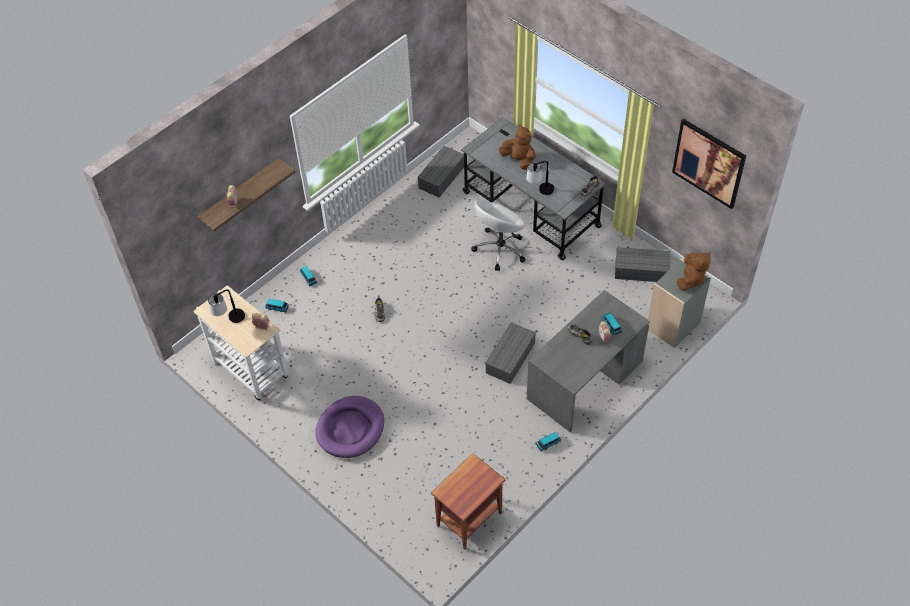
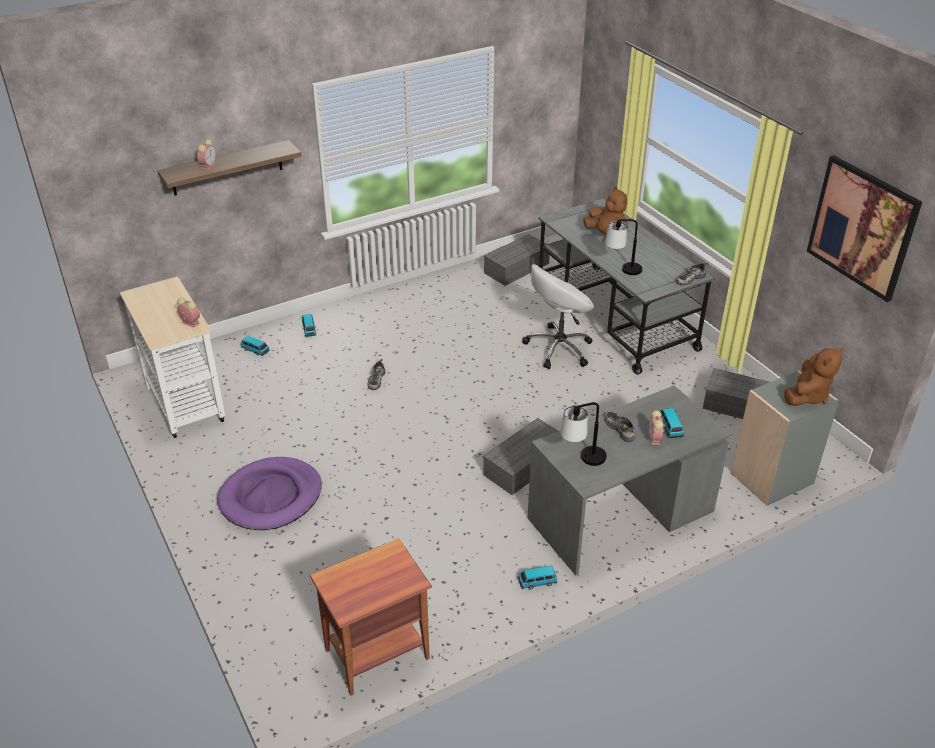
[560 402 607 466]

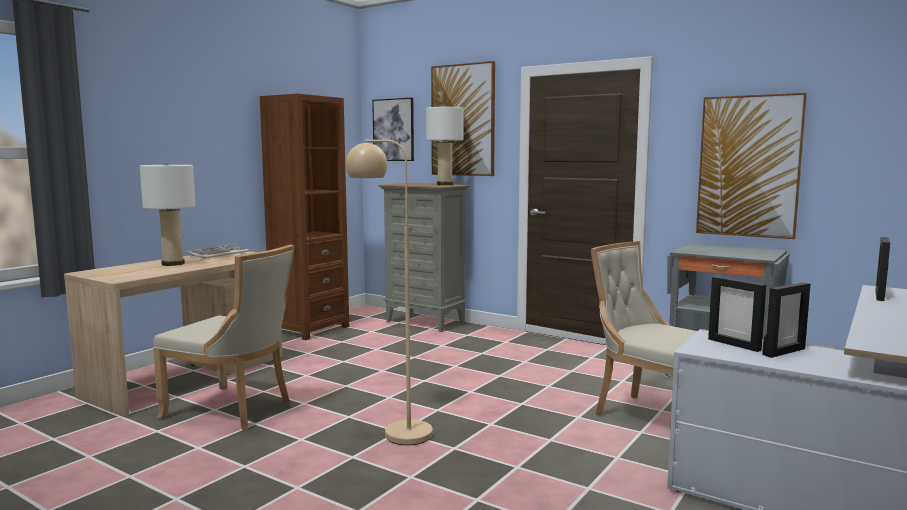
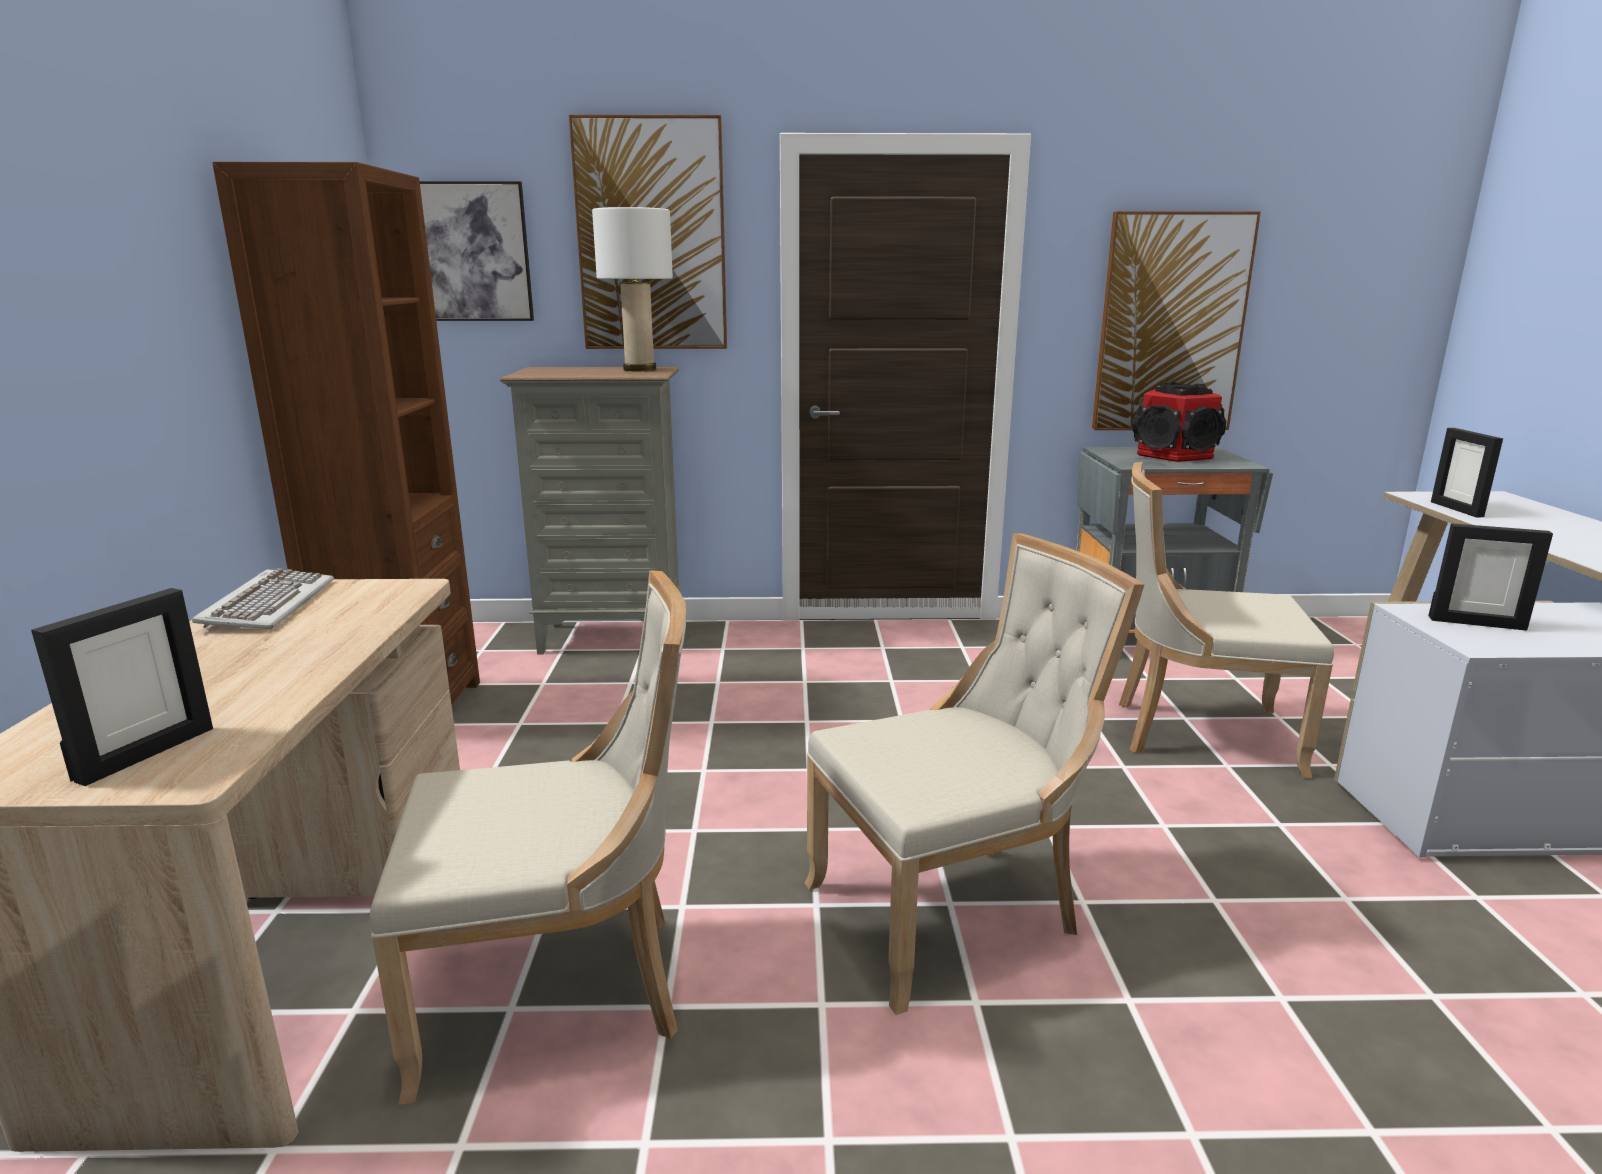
[140 164 195 266] (first image)
[1132 382 1226 462]
[31 588 213 786]
[805 533 1144 1015]

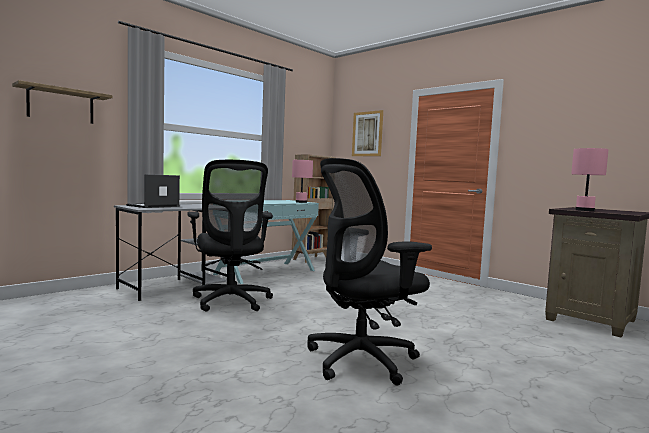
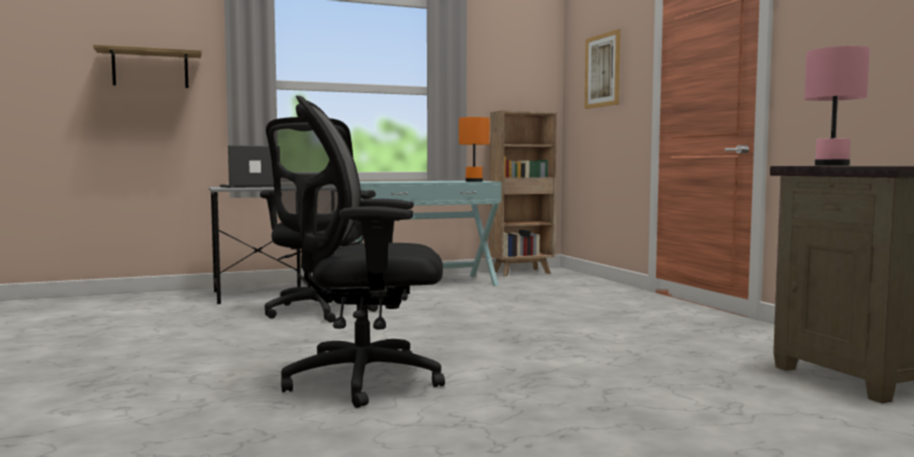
[459 117 490 182]

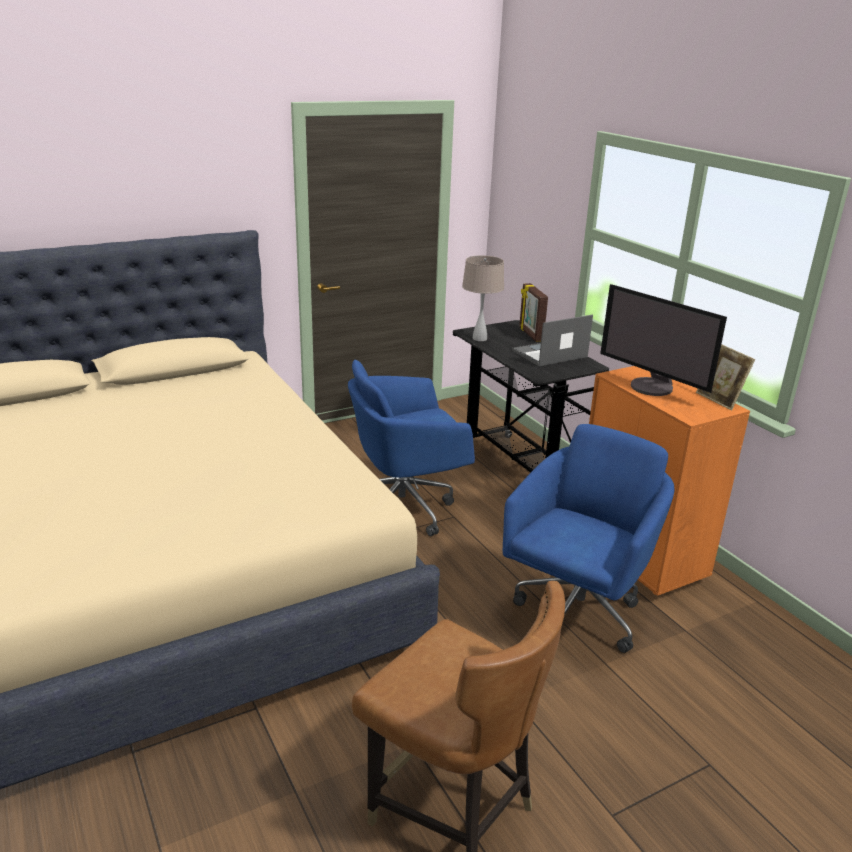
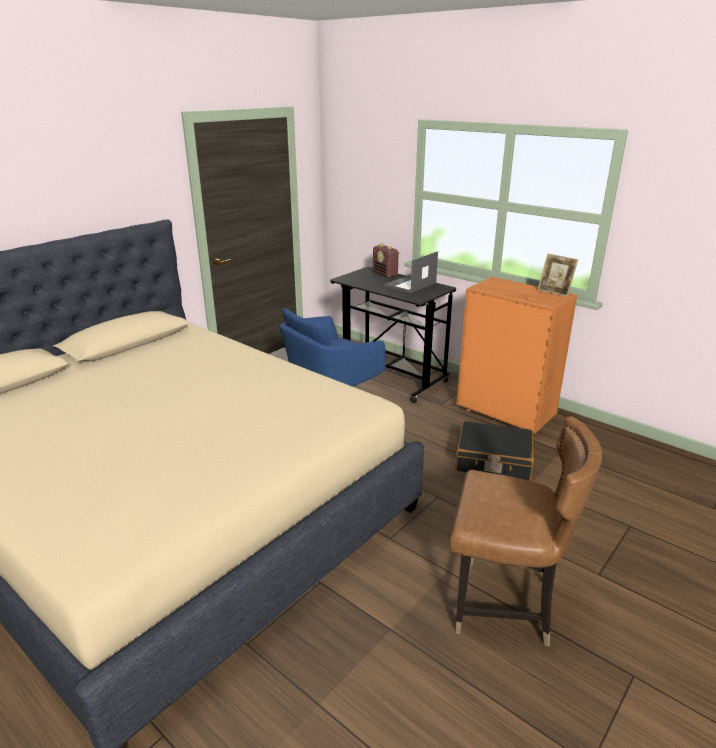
[462 255 504 341] (first image)
[600 284 727 396] (first image)
[455 421 534 481]
[373 244 400 278]

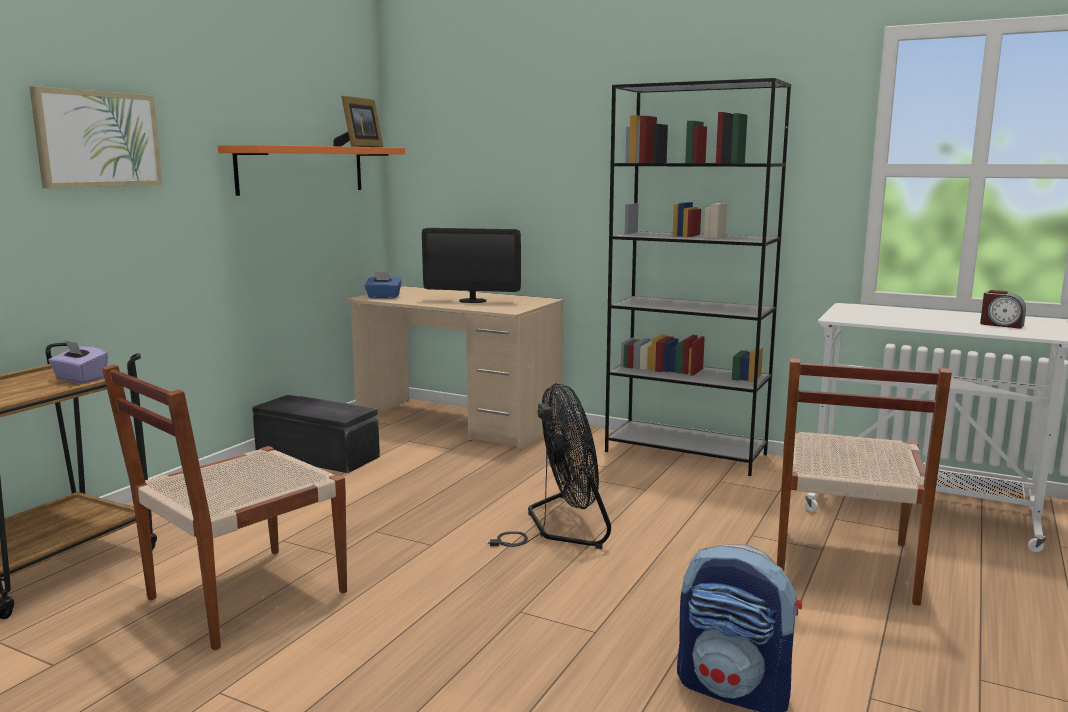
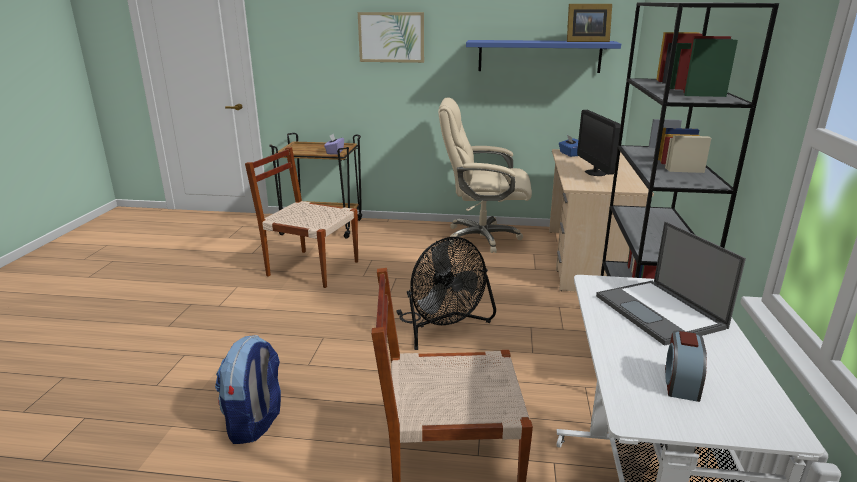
[596 221 746 346]
[438 97 532 253]
[466 40 621 73]

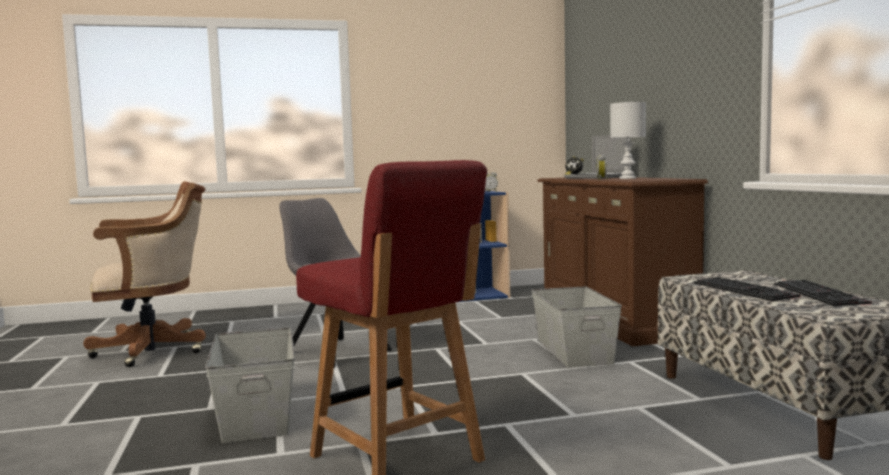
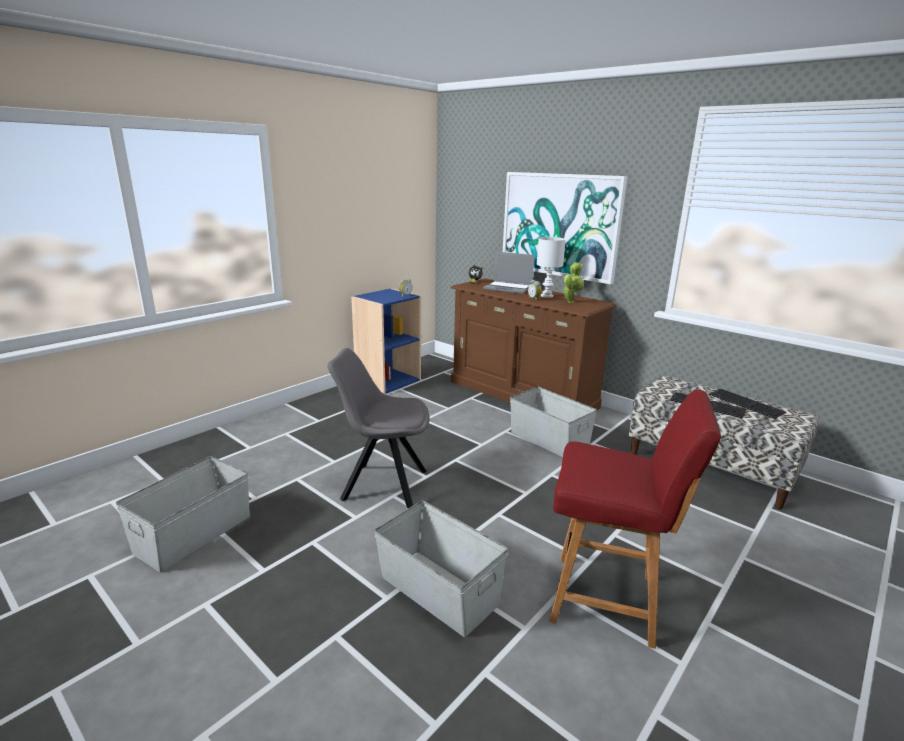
[503 172 628 284]
[563 262 584 303]
[116 456 250 572]

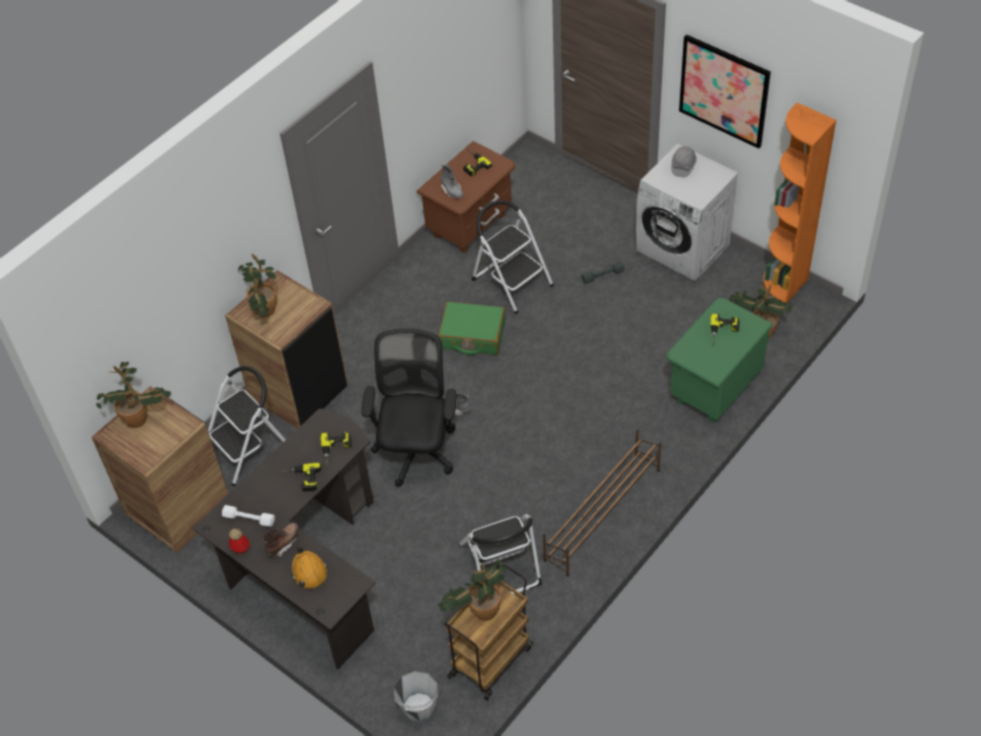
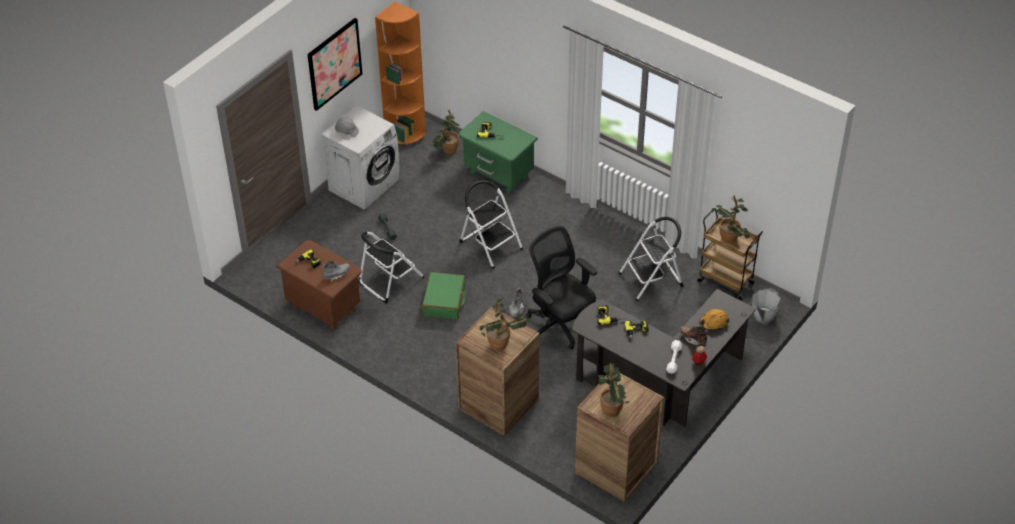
[543 429 661 576] (first image)
[459 180 523 269]
[526 226 597 350]

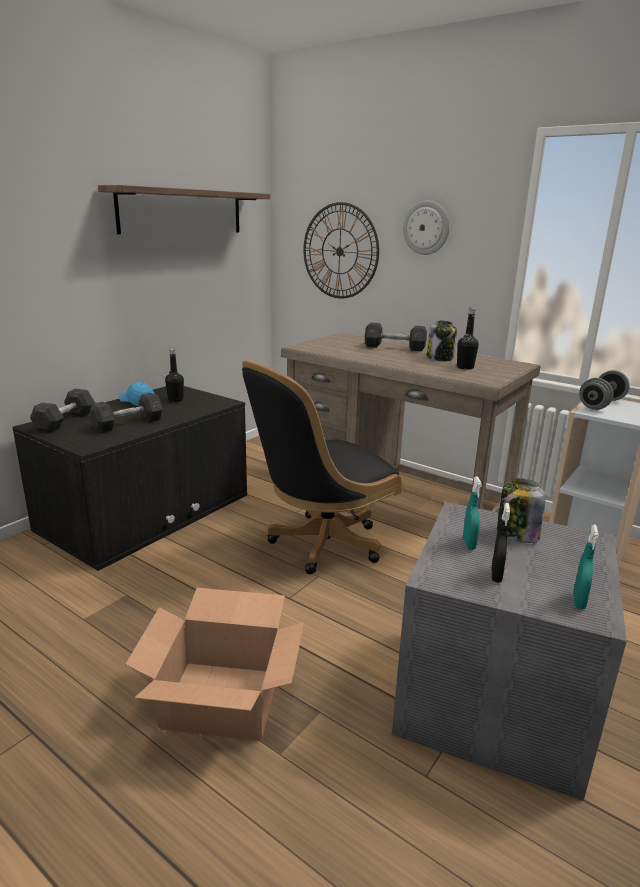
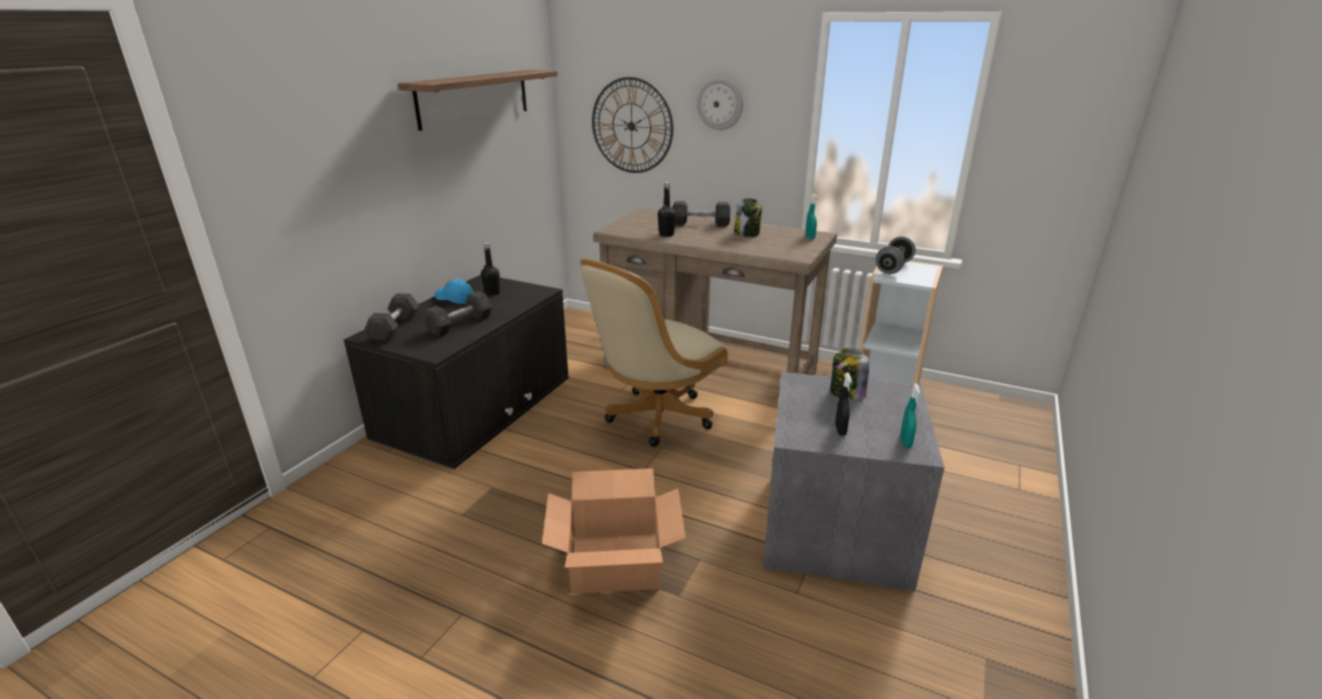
[658 182 676 237]
[805 194 818 239]
[580 258 728 447]

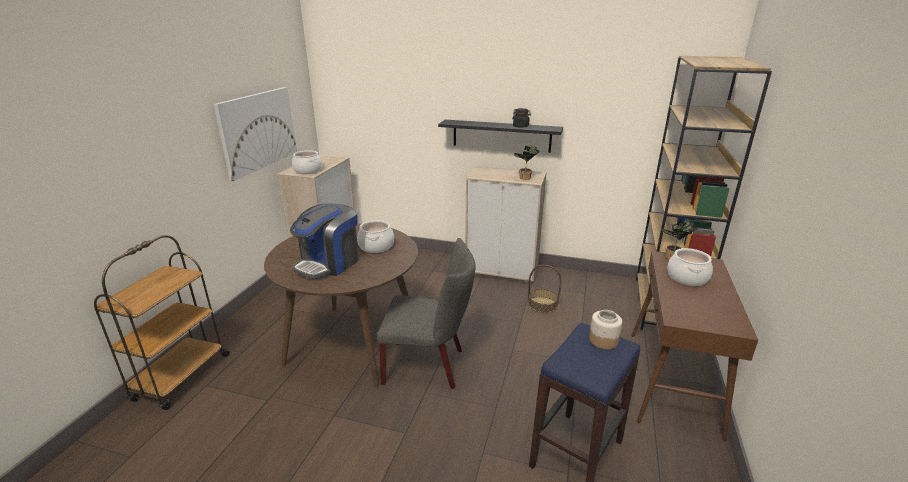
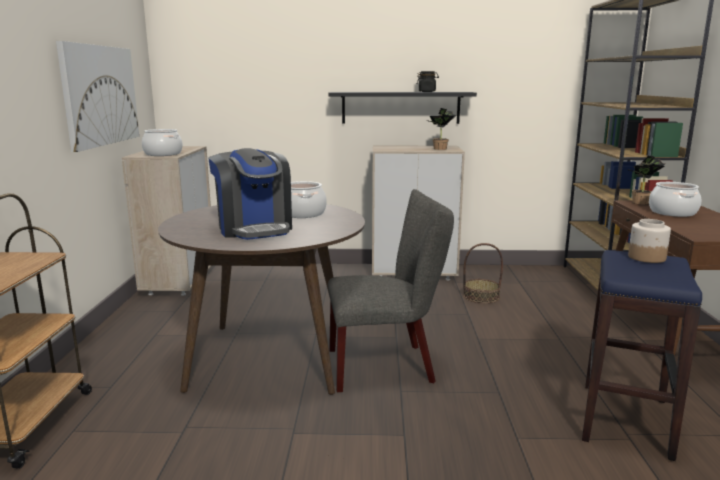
[208 148 292 240]

